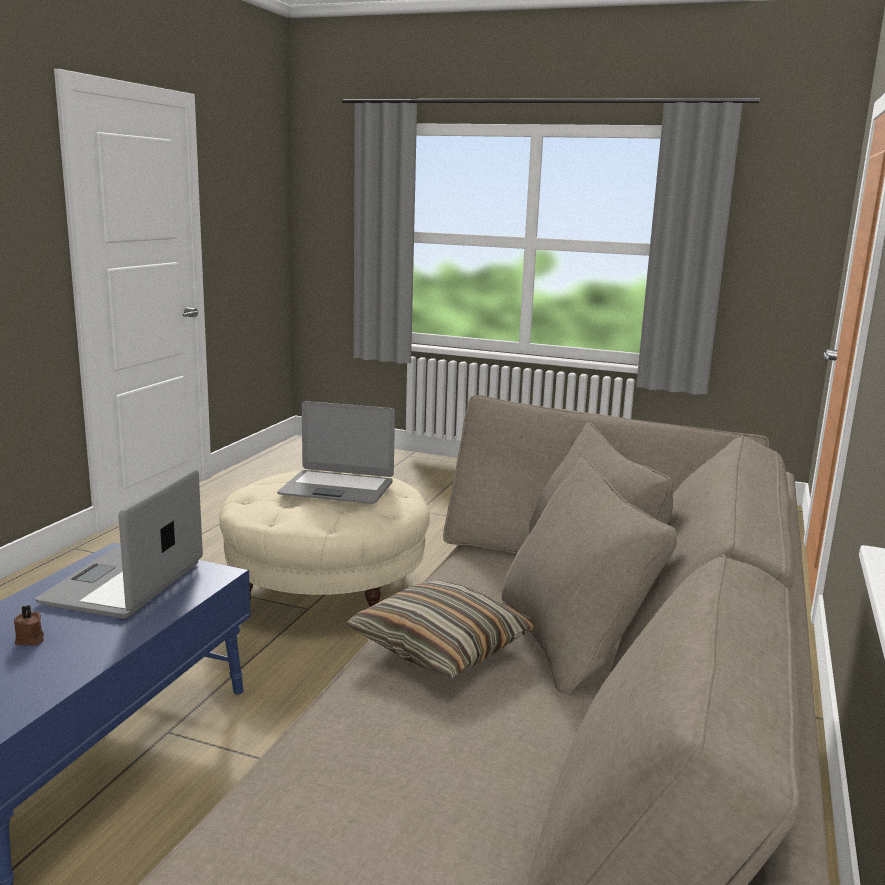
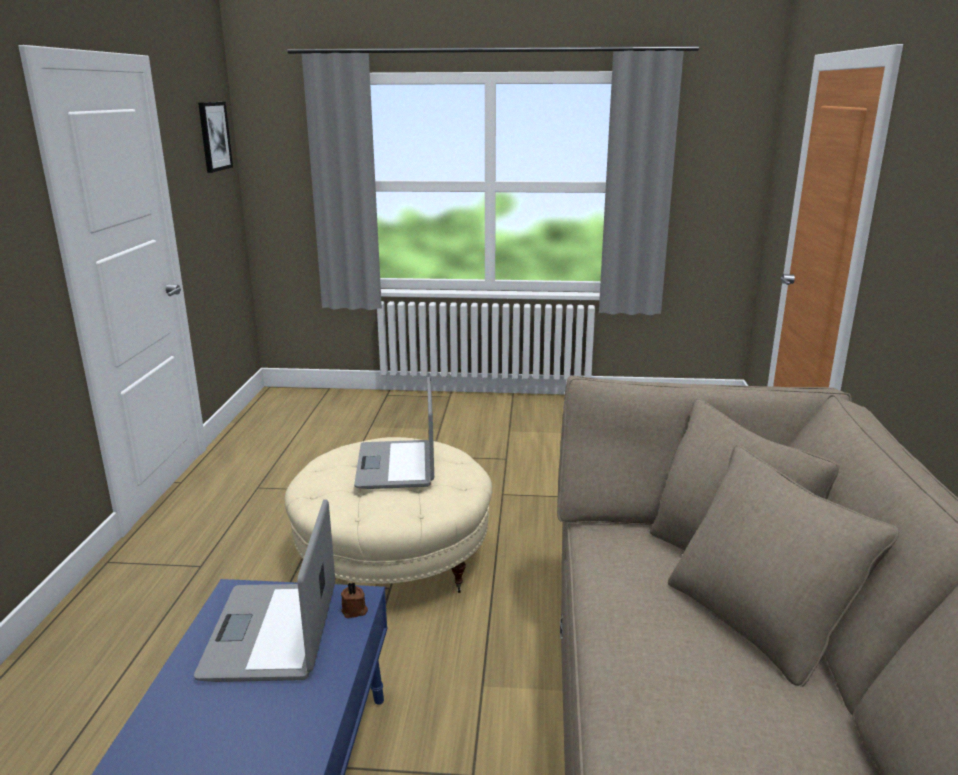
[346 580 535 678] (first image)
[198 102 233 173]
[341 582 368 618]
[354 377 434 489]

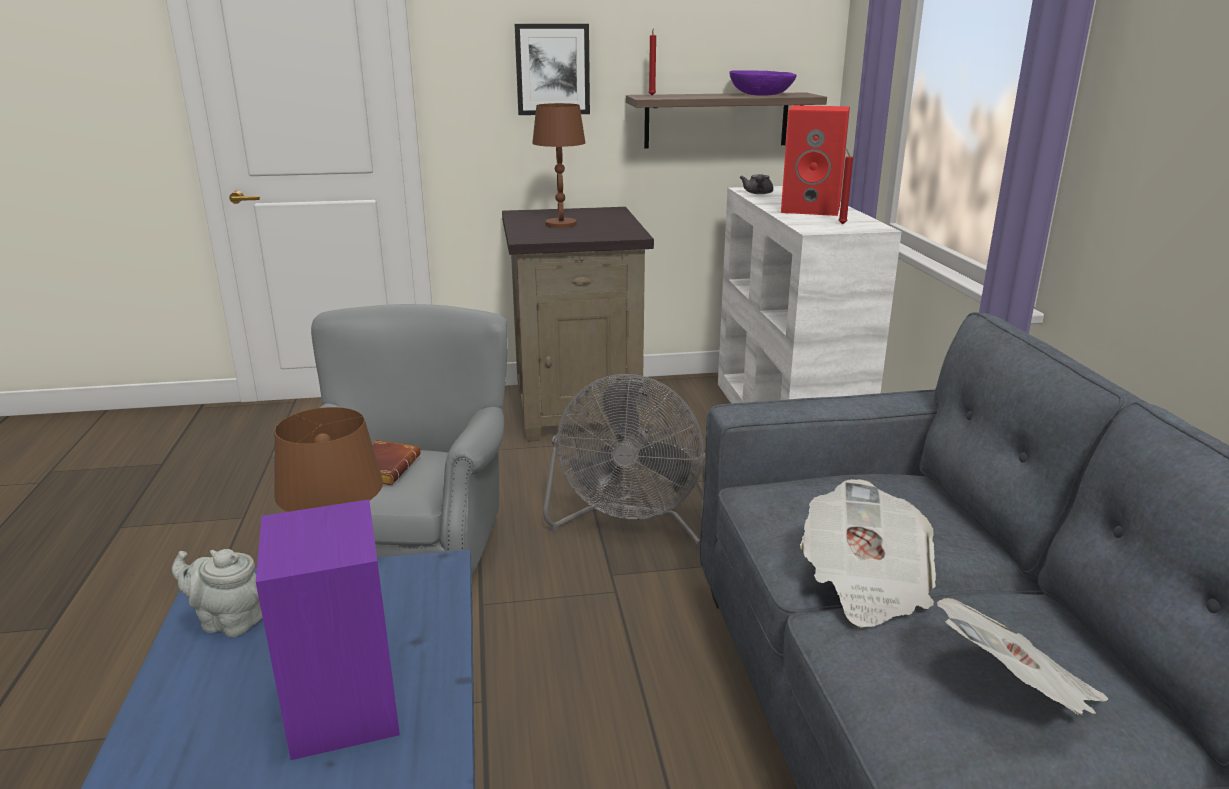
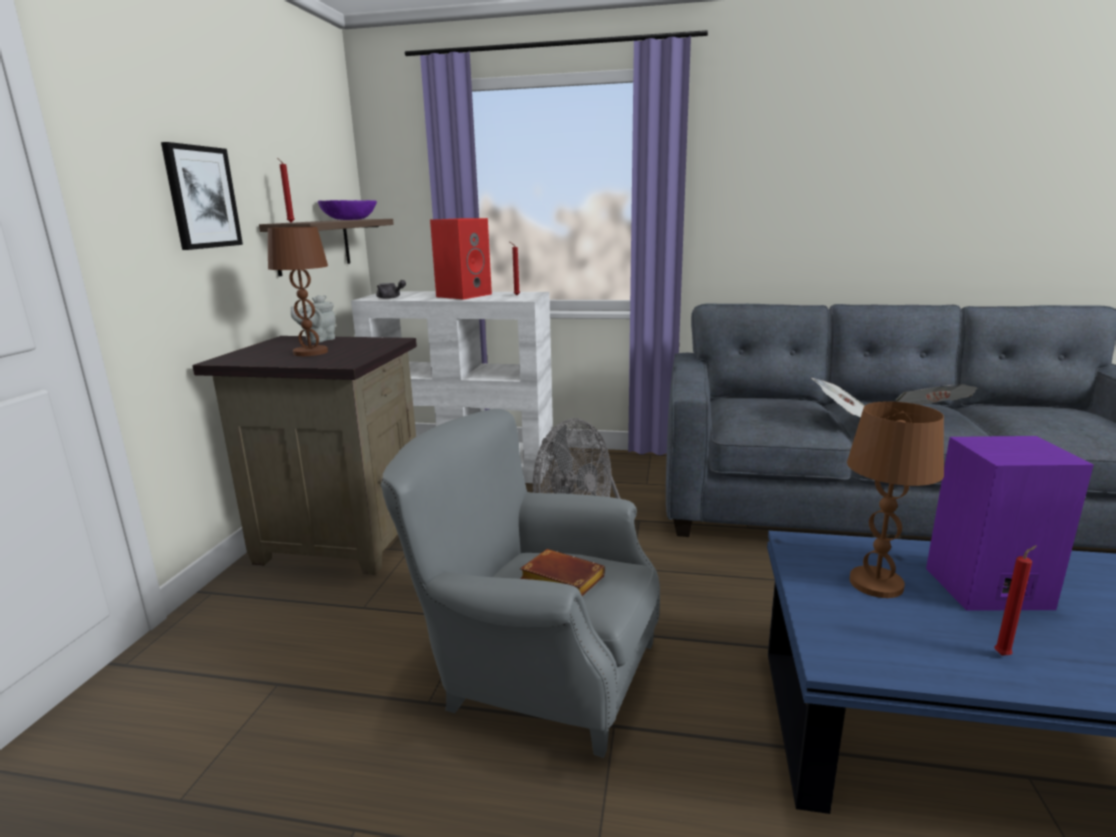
[994 545 1037 656]
[291 295 336 343]

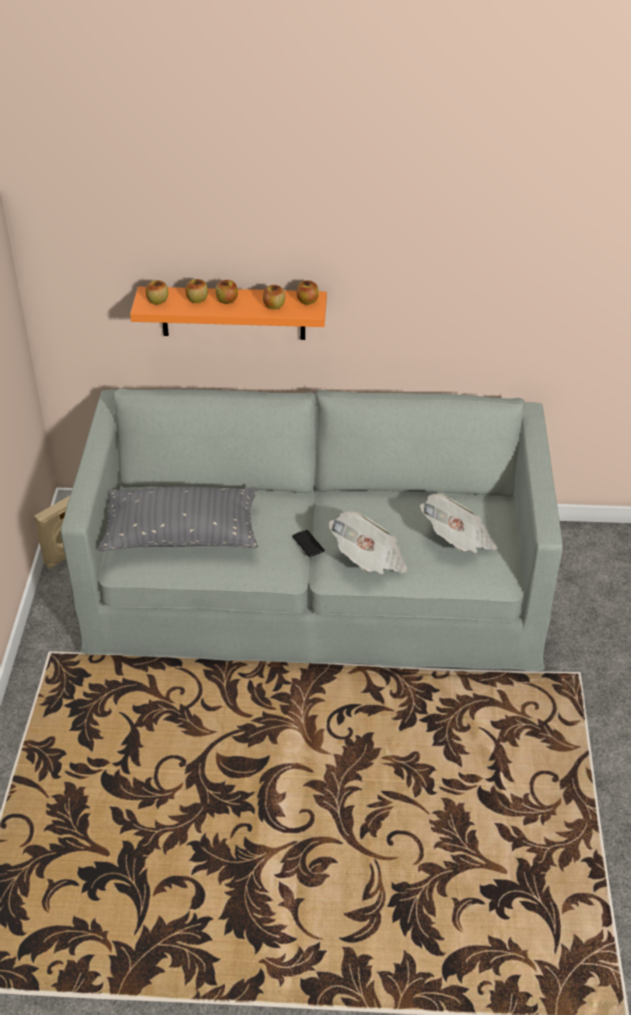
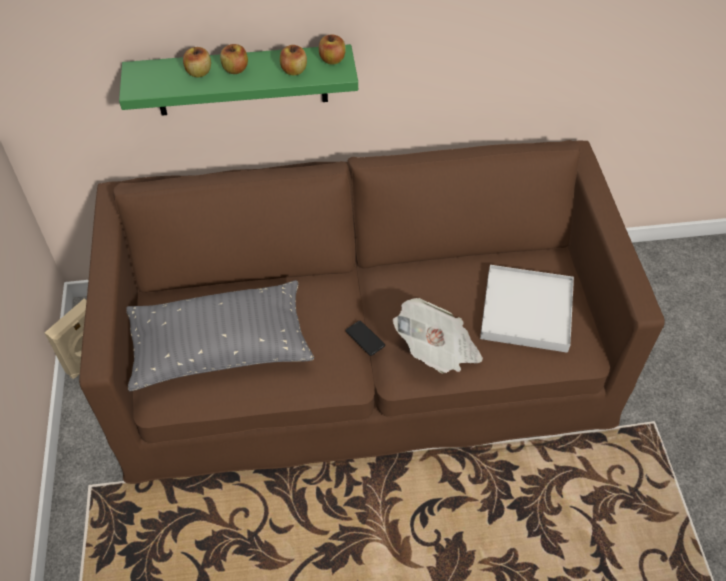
[146 280 168 305] (first image)
[480 265 574 353]
[79 140 665 484]
[119 44 358 116]

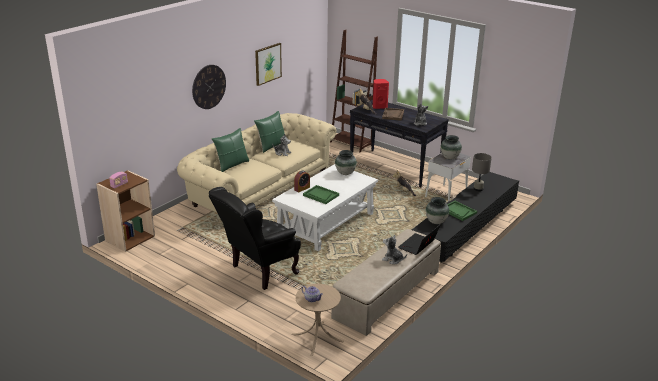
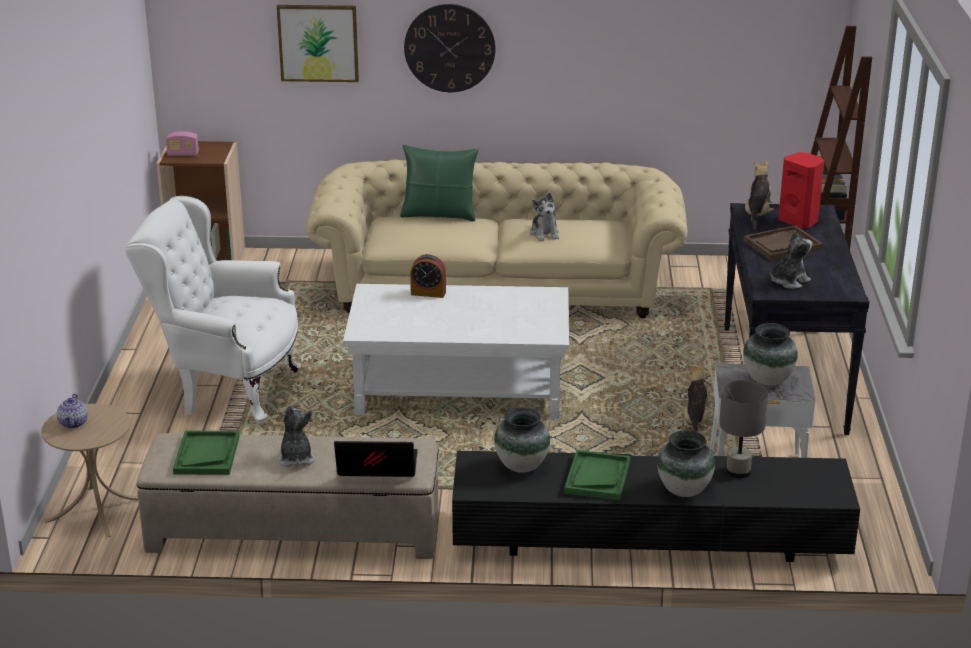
[254 111 285 153] (first image)
[277 5 359 82]
[173 431 240 475]
[657 430 715 497]
[125 196 301 424]

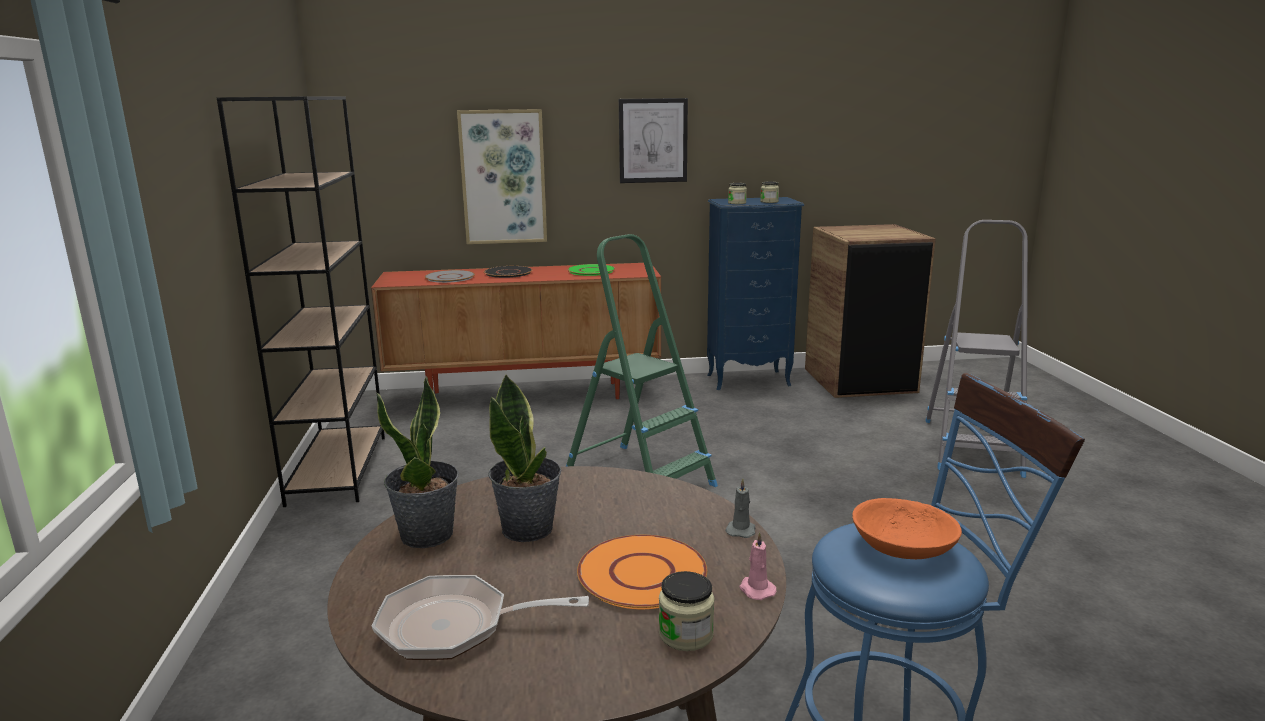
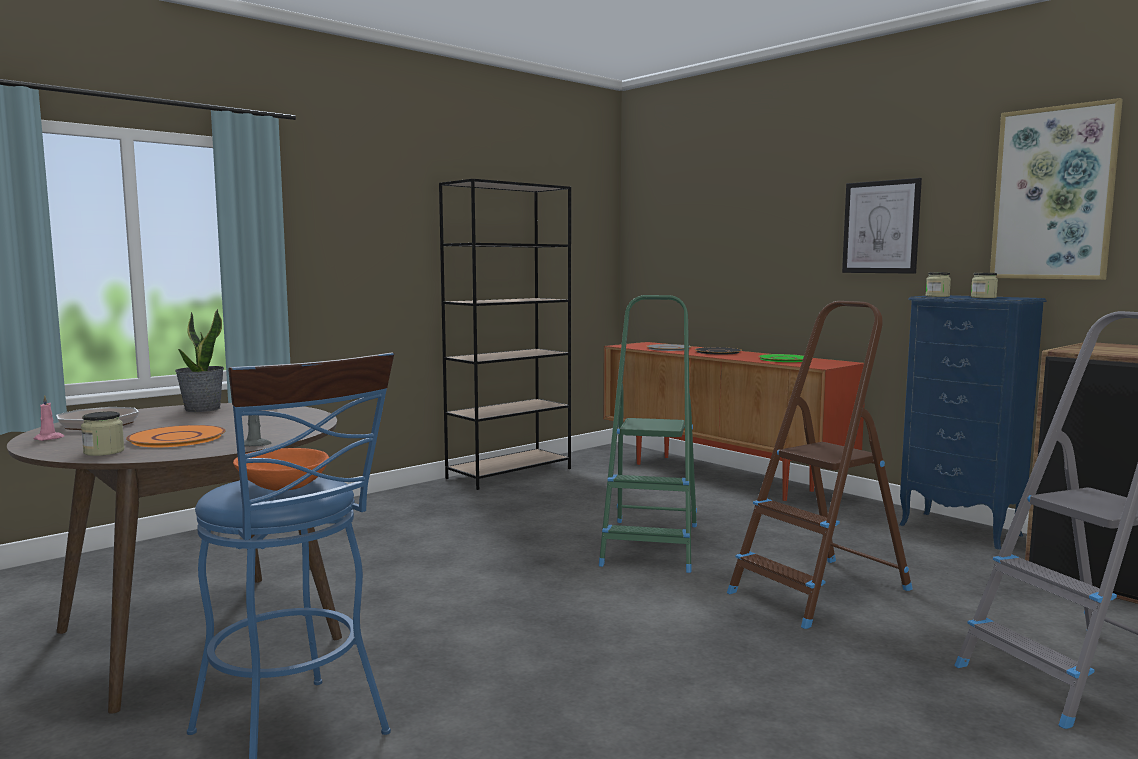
[488 375 562 542] (first image)
[727 301 913 629]
[990 98 1123 280]
[34 395 64 441]

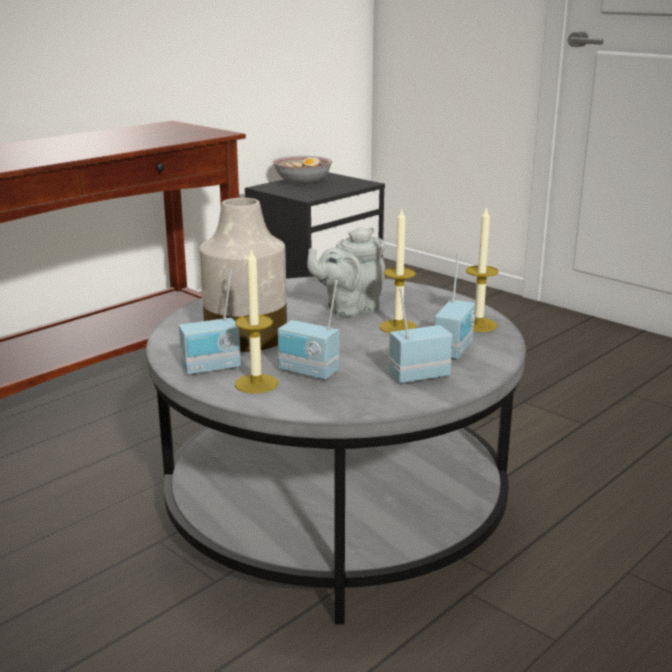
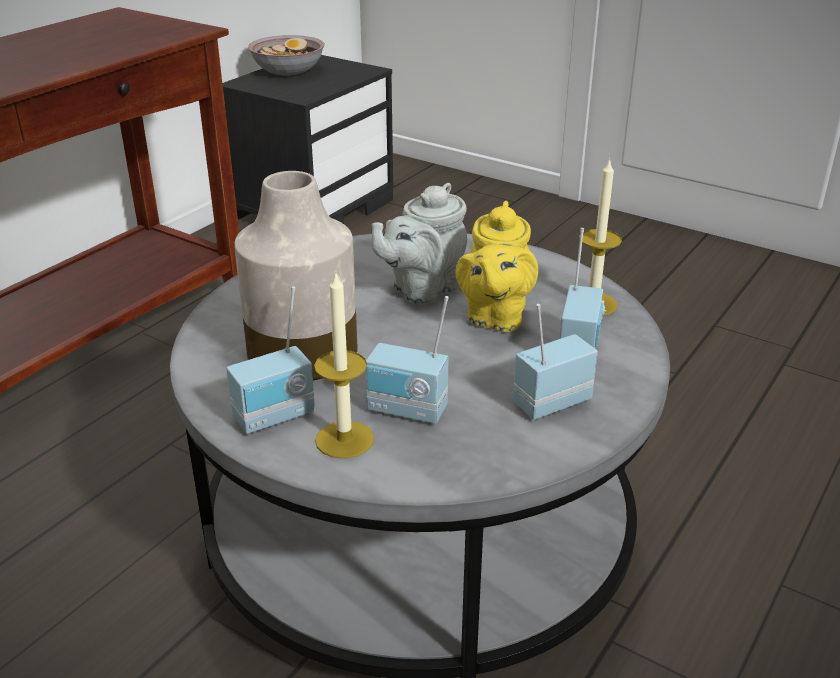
[456 201 538 332]

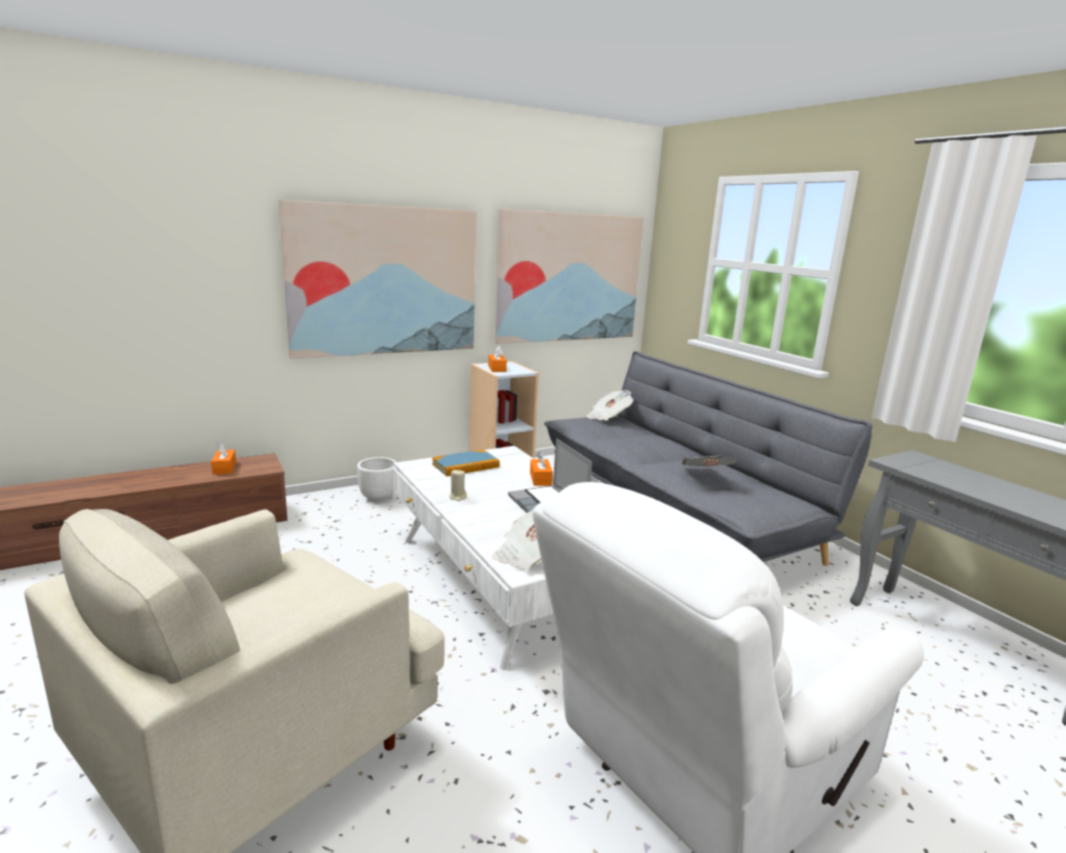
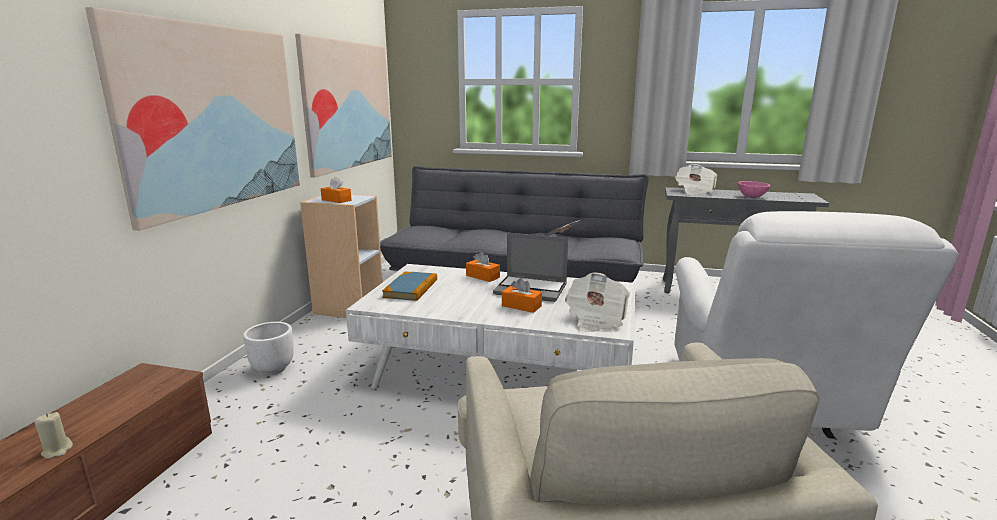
[738 181 770 198]
[502 278 542 313]
[35 412 73 459]
[675 164 717 195]

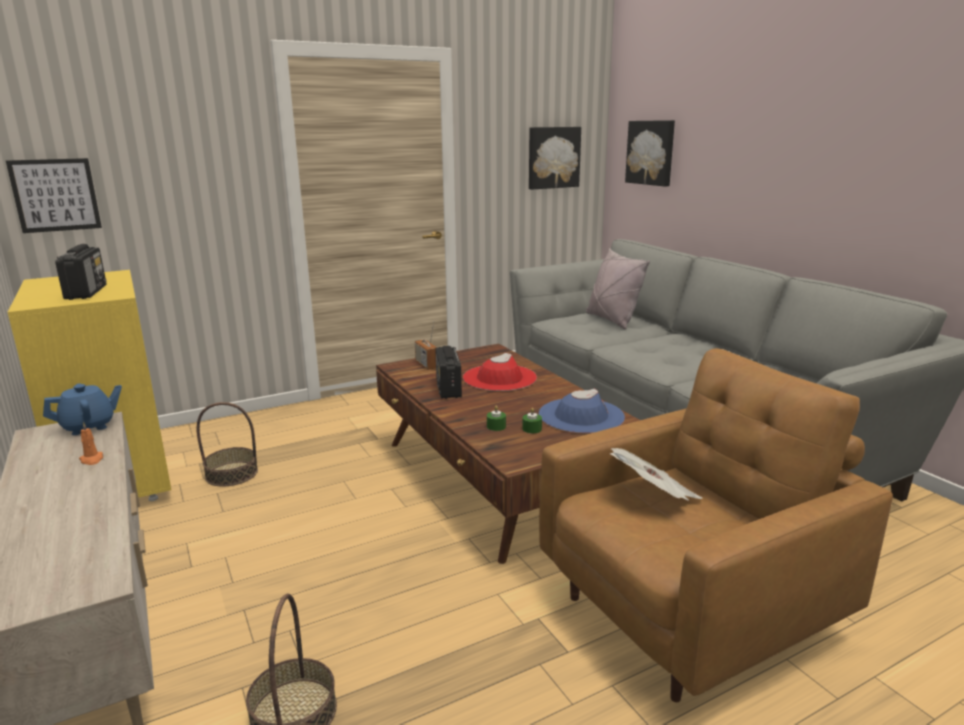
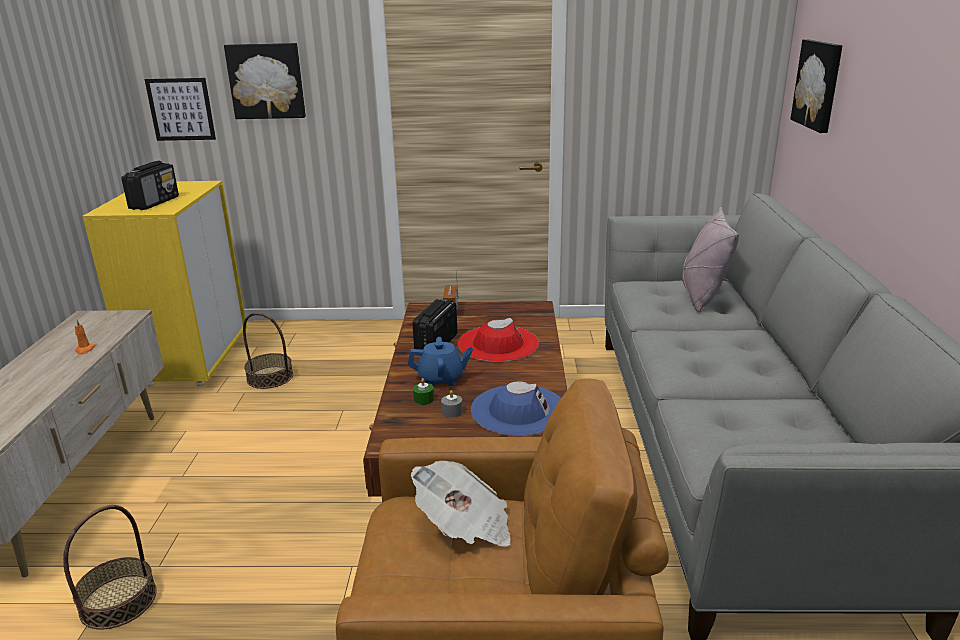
[408 337 473 387]
[224 43 306 119]
[441 390 463 418]

